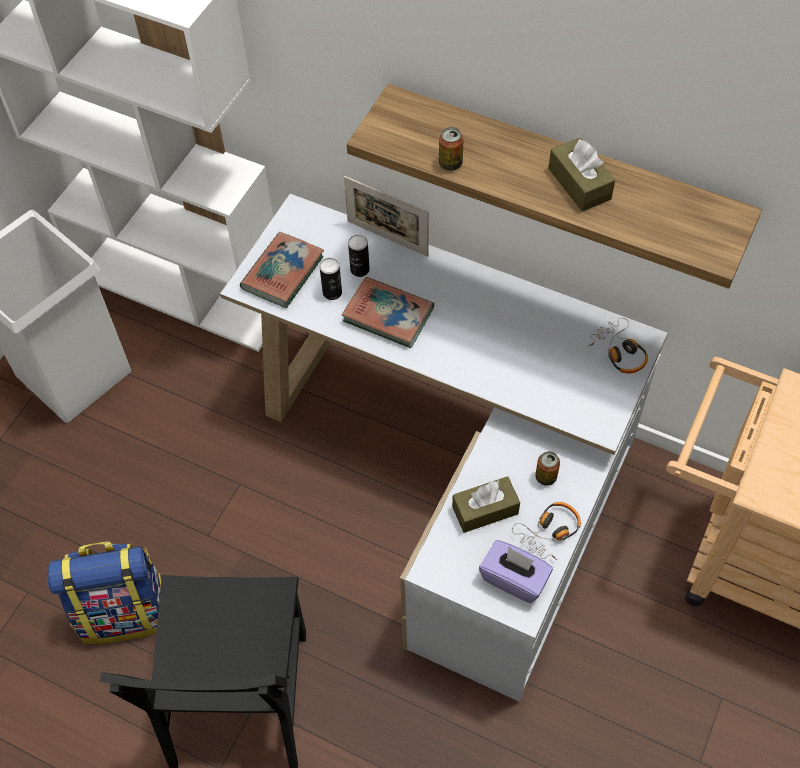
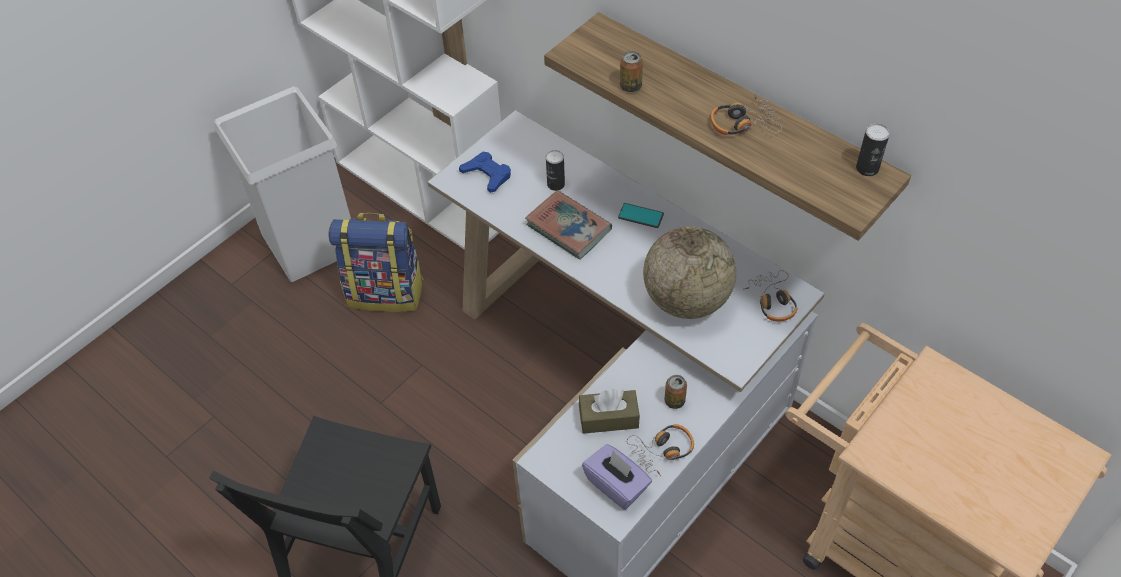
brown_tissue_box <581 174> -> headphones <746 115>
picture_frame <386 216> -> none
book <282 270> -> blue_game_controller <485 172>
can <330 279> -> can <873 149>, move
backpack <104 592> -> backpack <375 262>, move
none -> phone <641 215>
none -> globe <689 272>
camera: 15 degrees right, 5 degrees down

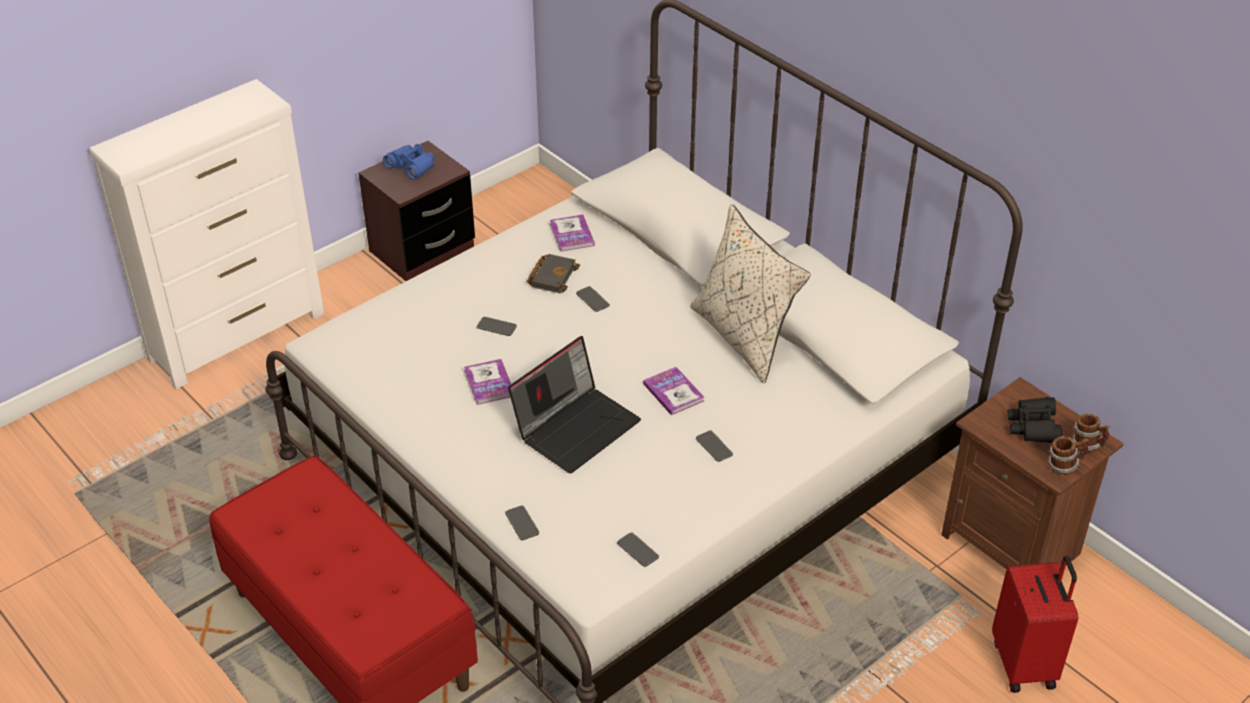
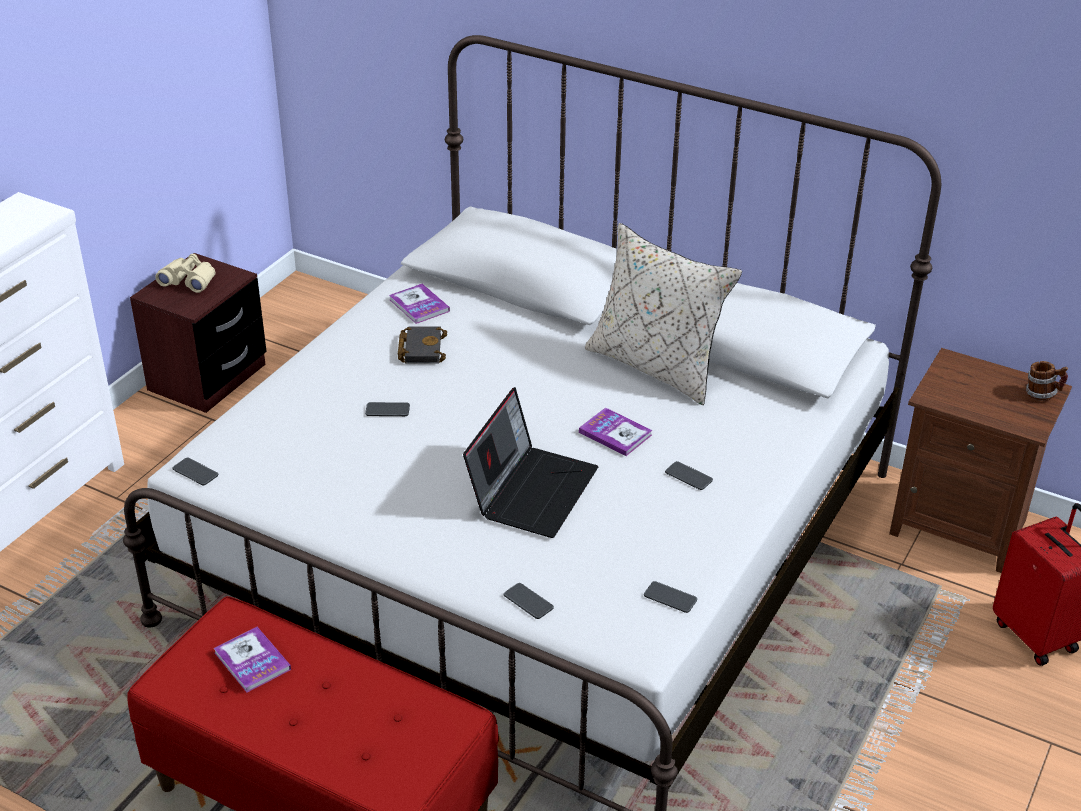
blue_binoculars <408 162> -> beige_binoculars <185 273>
phone <593 299> -> phone <195 471>, move
book <487 382> -> book <252 659>, move
black_binoculars <1034 420> -> none
mug <1068 455> -> none
camera: 20 degrees left, 5 degrees down

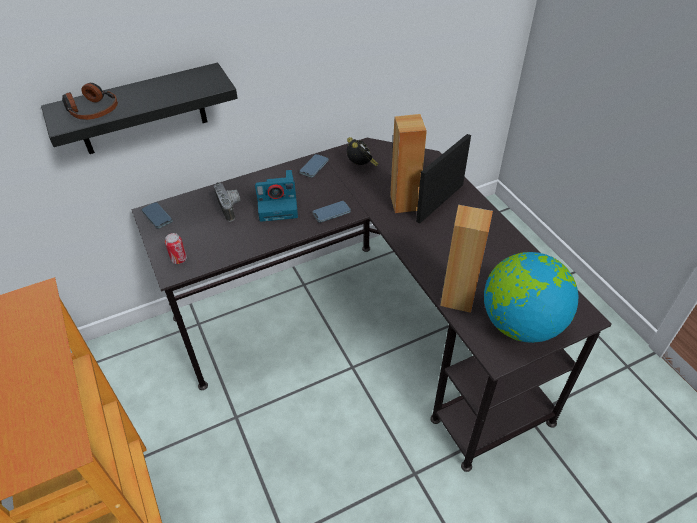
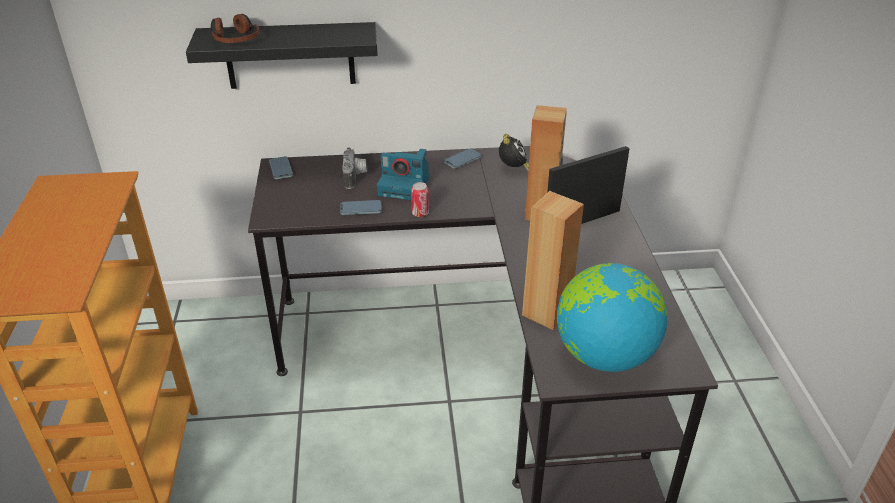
phone <331 212> -> phone <361 207>, move
can <176 248> -> can <420 199>, move
camera: 20 degrees right, 10 degrees down

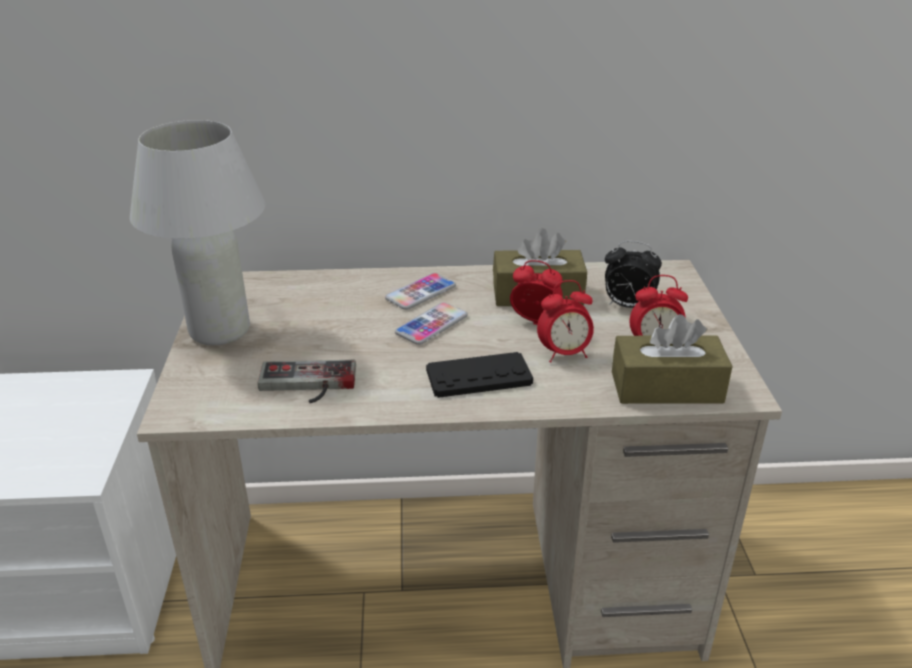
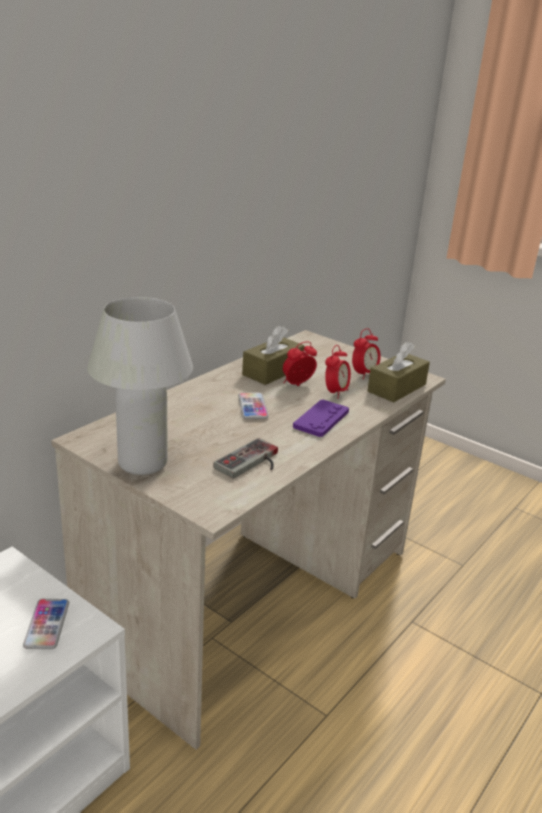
alarm_clock <633 274> -> none
phone <420 291> -> phone <46 624>, move
black_game_controller <479 375> -> purple_game_controller <321 418>
camera: 50 degrees left, 5 degrees down

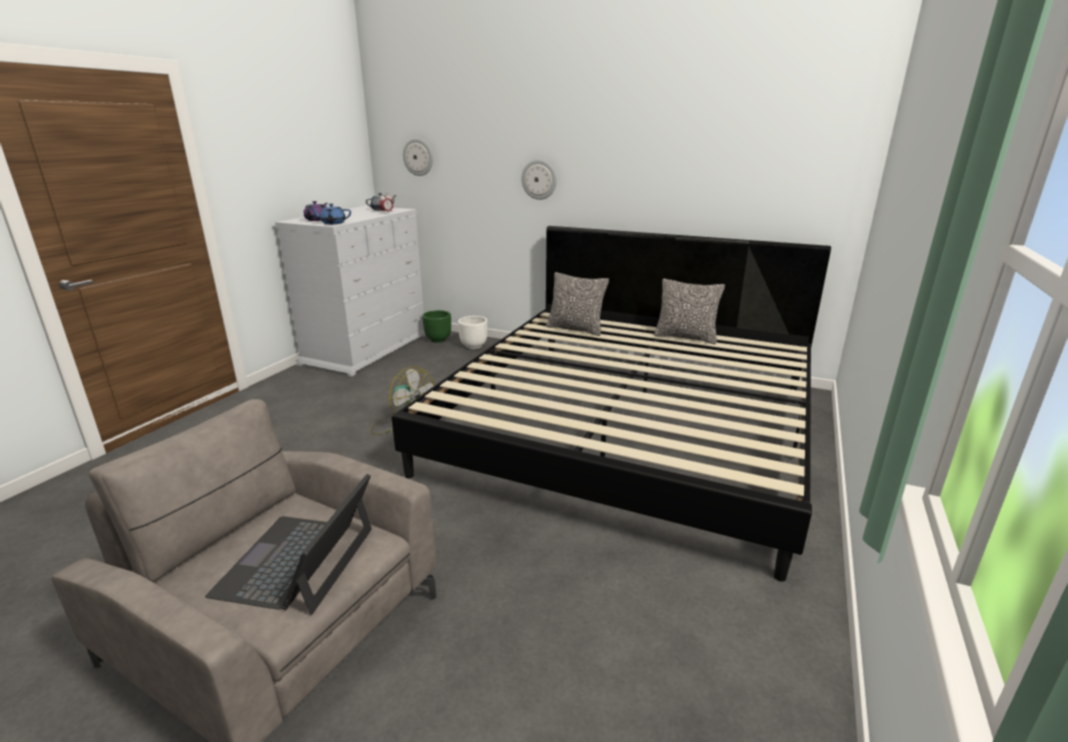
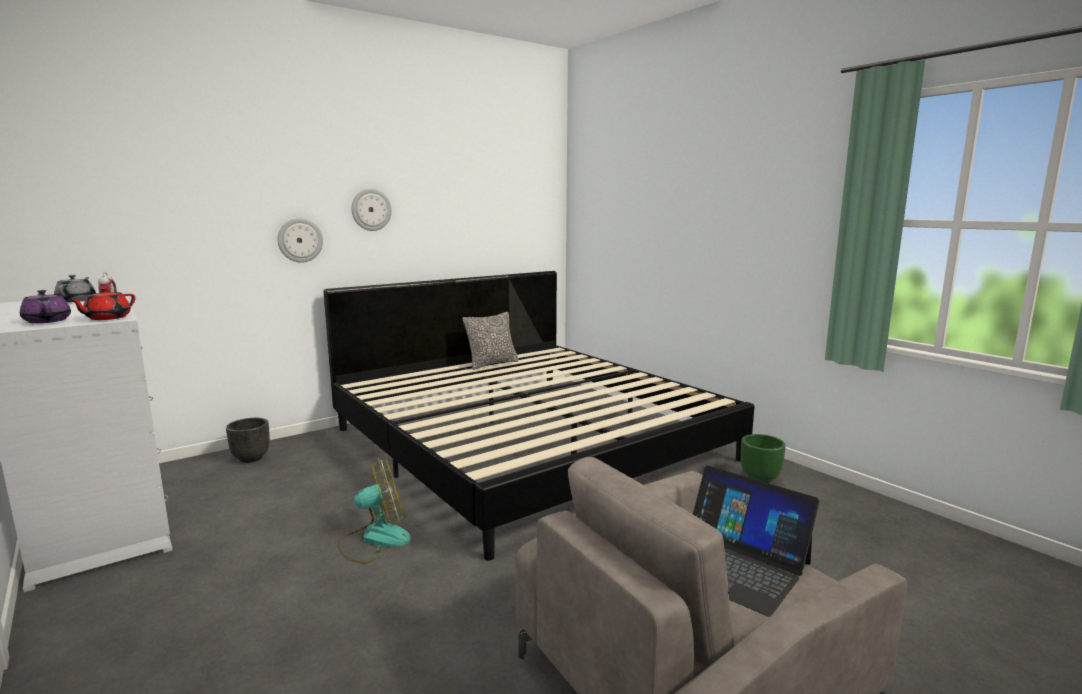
wall_clock <418 157> -> wall_clock <371 209>, move
blue_teapot <330 214> -> red_teapot <102 304>
pillow <577 304> -> none
green_planter <436 326> -> green_planter <763 458>, move
white_planter <473 332> -> black_planter <248 440>
camera: 60 degrees left, 10 degrees down

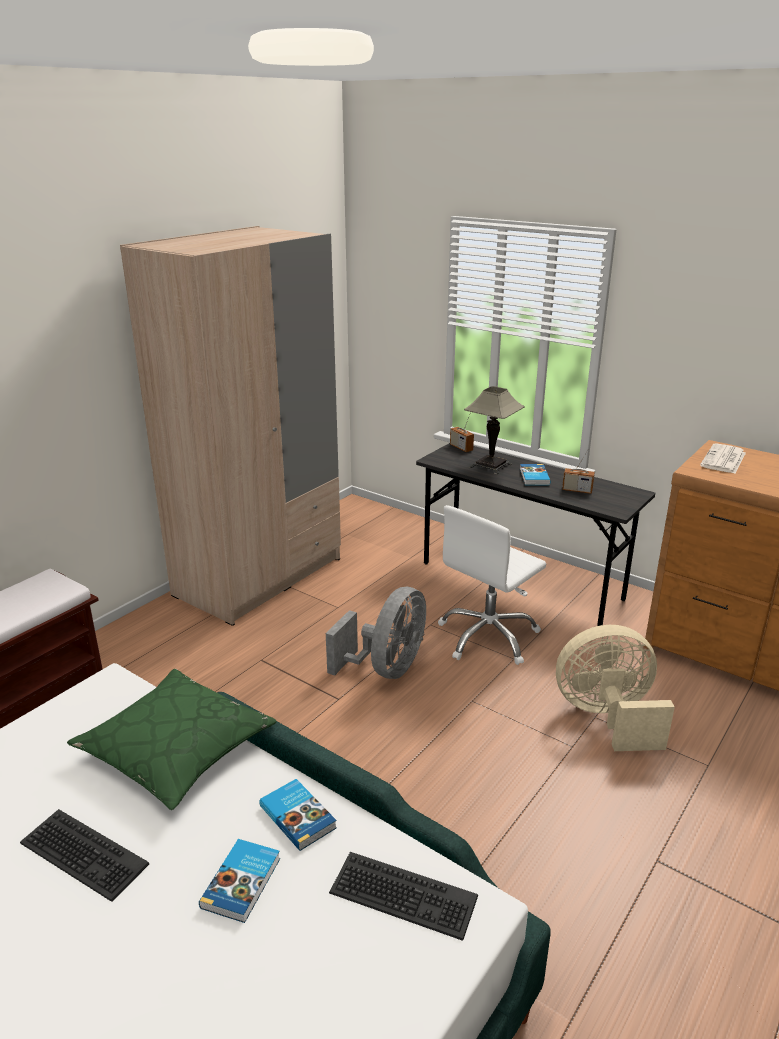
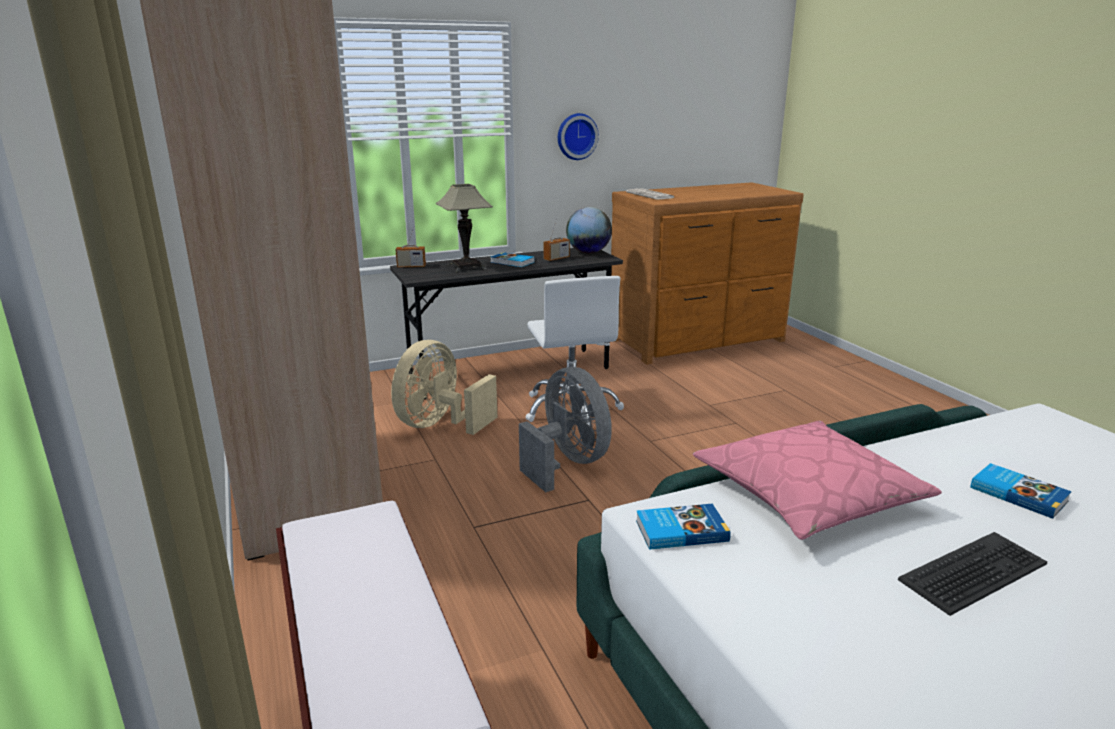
beige_fan <615 688> -> beige_fan <444 387>, move
green_pillow <172 739> -> pink_pillow <817 480>
book <298 815> -> book <683 527>, move
keyboard <403 896> -> none
none -> wall_clock <578 136>
none -> globe <589 230>
camera: 60 degrees left, 5 degrees down

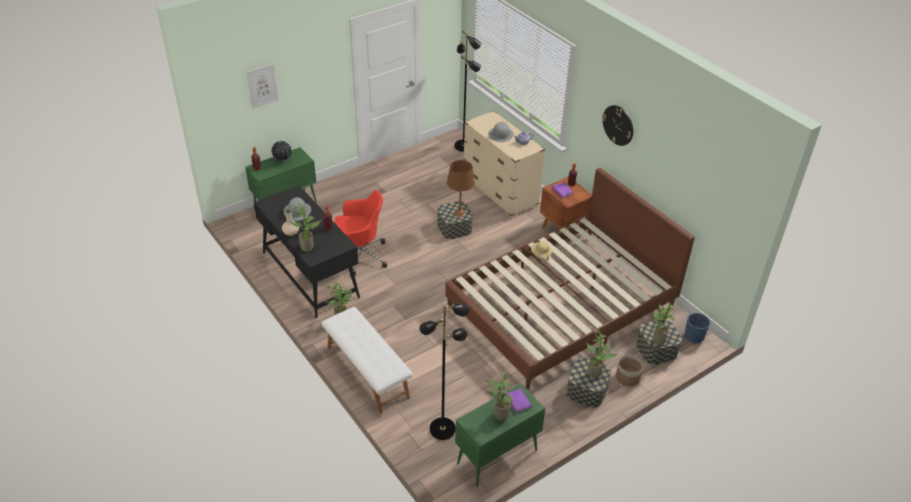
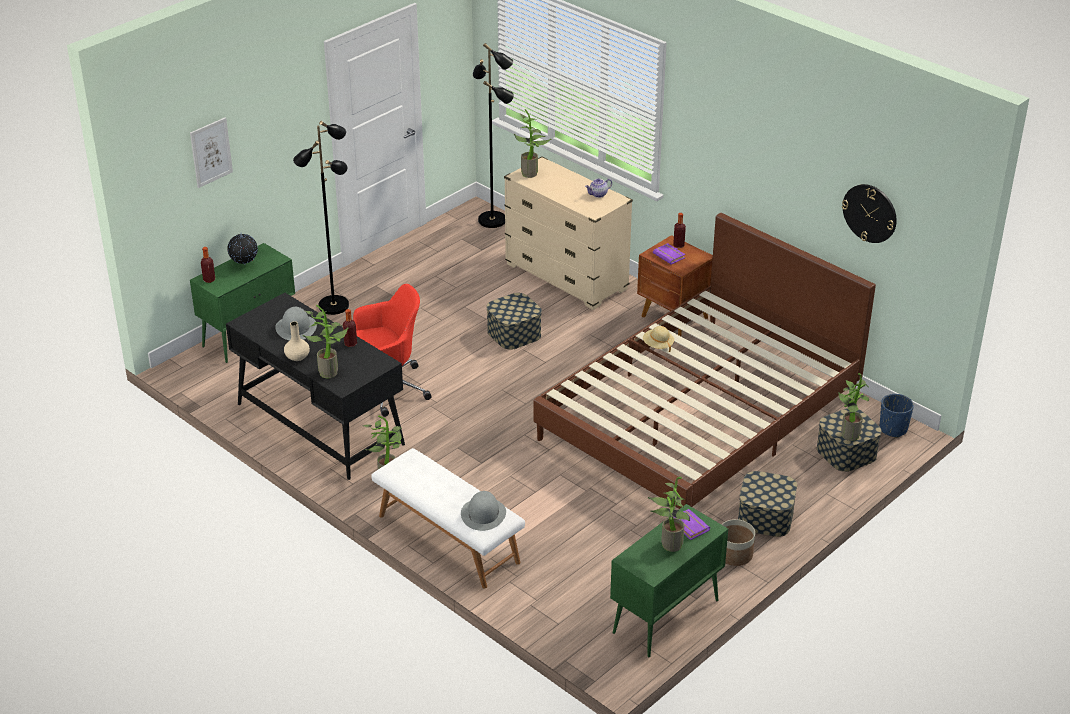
wall_clock <617 125> -> wall_clock <869 213>, move
grey_hat <501 132> -> grey_hat <483 511>, move
brown_table_lamp <461 188> -> none
black_floor_lamp <444 371> -> black_floor_lamp <321 218>, move
potted_plant <601 353> -> potted_plant <532 143>, move
planter <629 370> -> planter <738 542>, move
camera: 10 degrees left, 5 degrees down

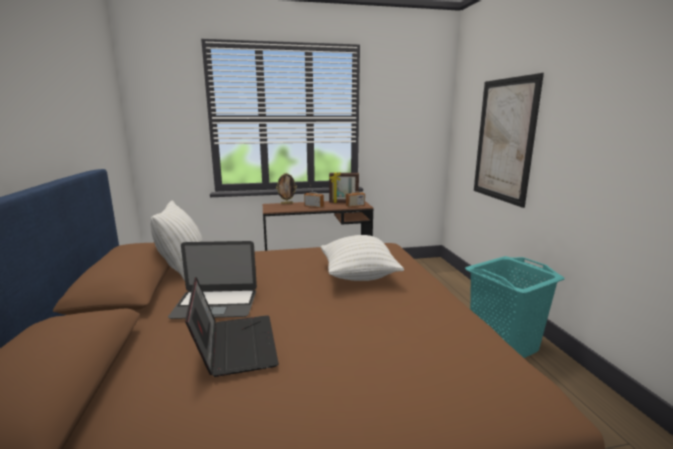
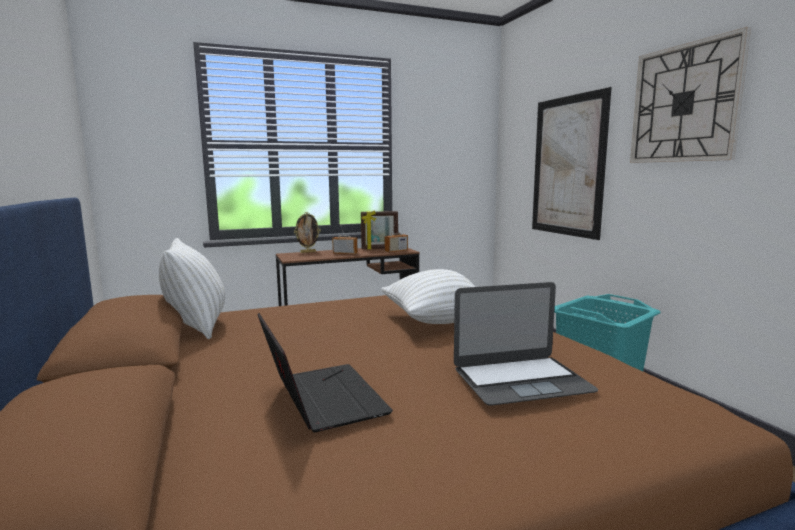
laptop <212 280> -> laptop <526 344>, move
none -> wall_clock <690 95>
camera: 10 degrees left, 5 degrees down

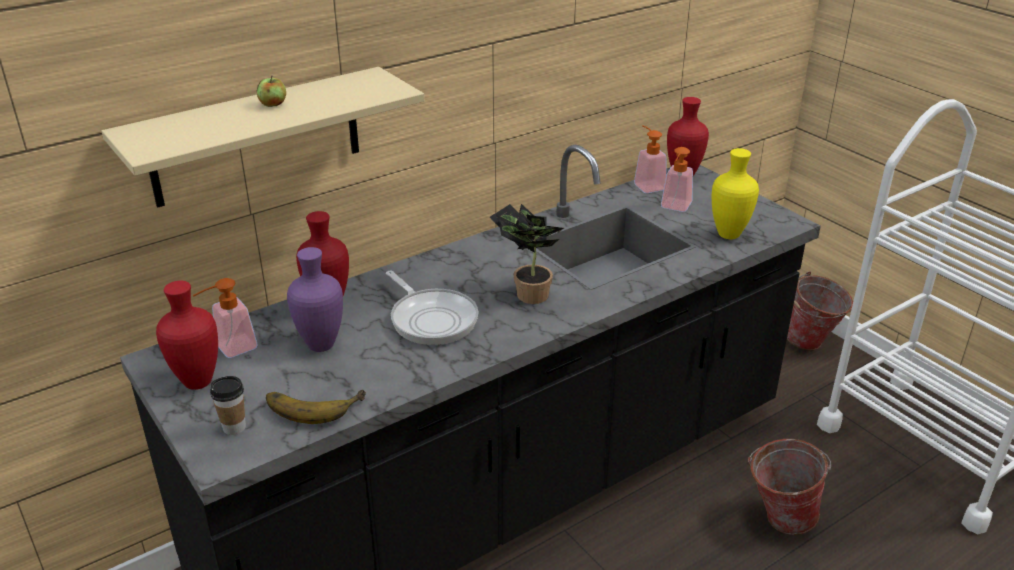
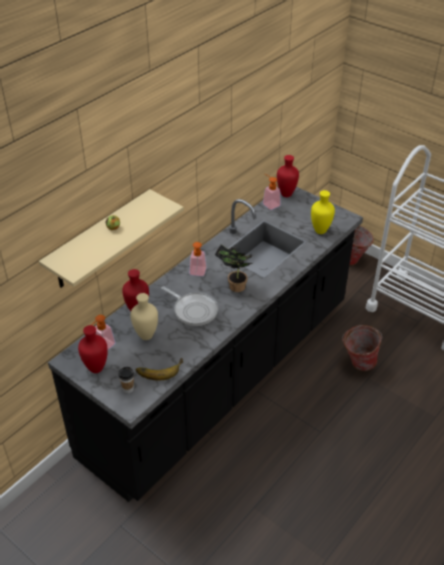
soap_dispenser <677 179> -> soap_dispenser <198 259>, move
purple_vase <315 299> -> beige_vase <144 316>
camera: 15 degrees left, 10 degrees up

